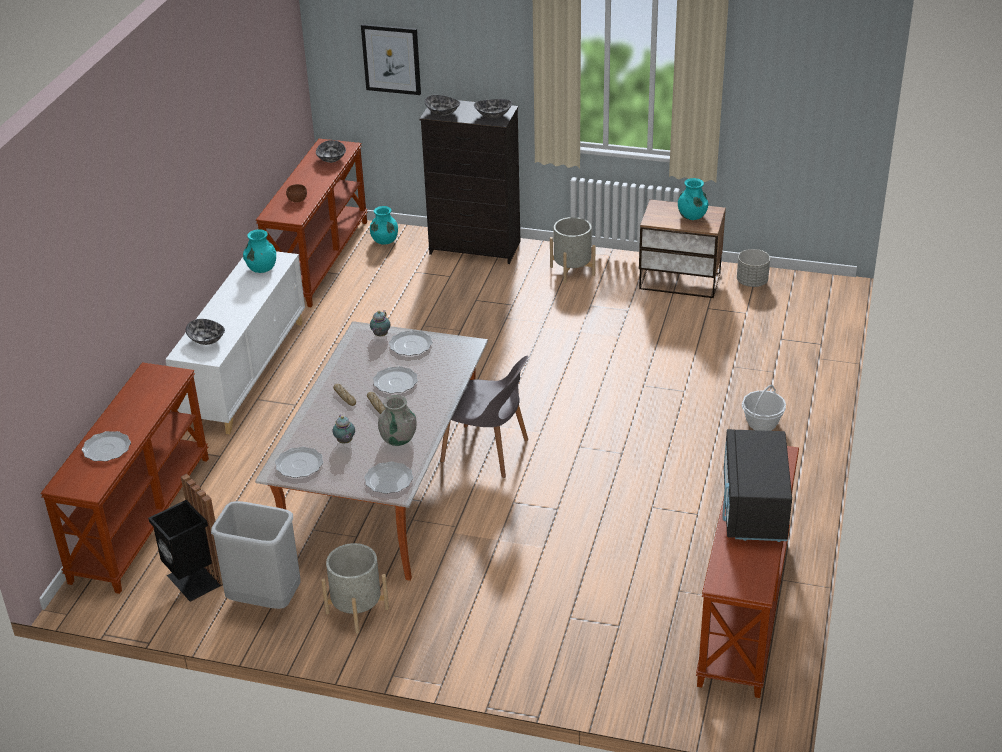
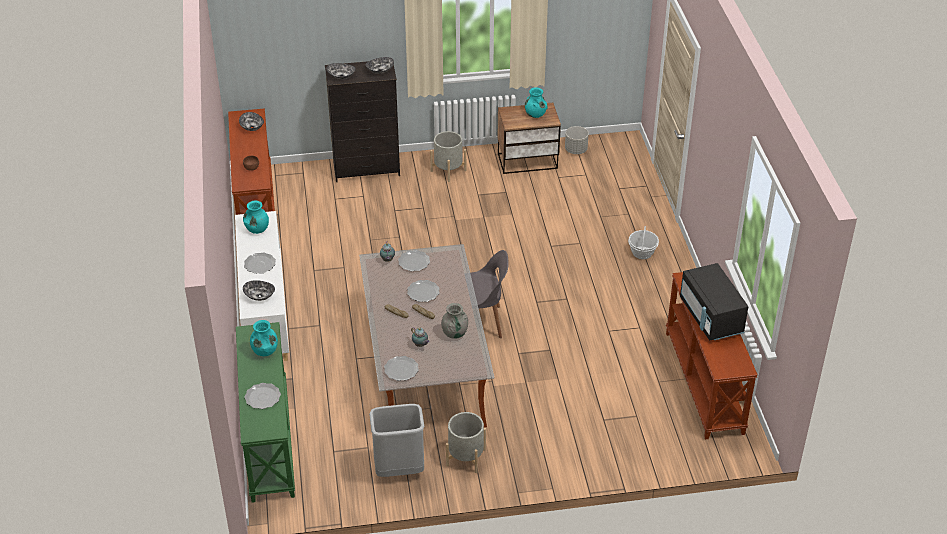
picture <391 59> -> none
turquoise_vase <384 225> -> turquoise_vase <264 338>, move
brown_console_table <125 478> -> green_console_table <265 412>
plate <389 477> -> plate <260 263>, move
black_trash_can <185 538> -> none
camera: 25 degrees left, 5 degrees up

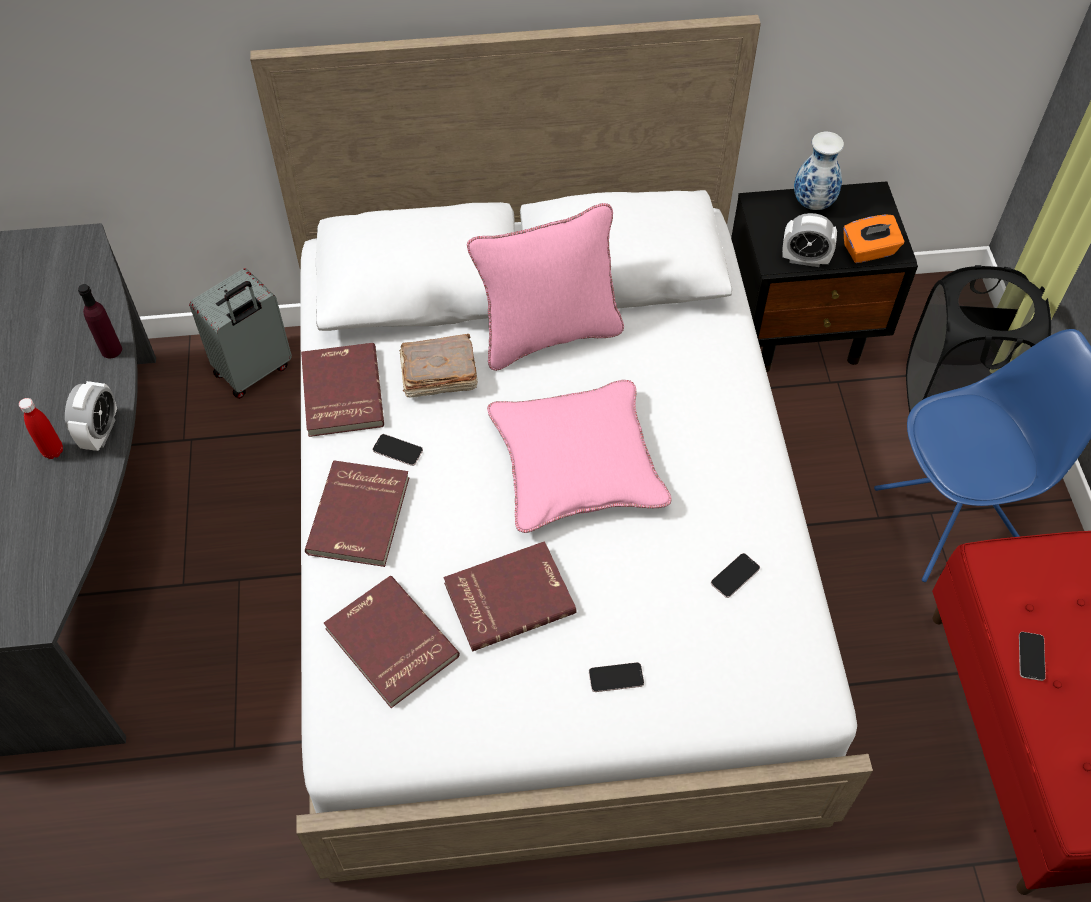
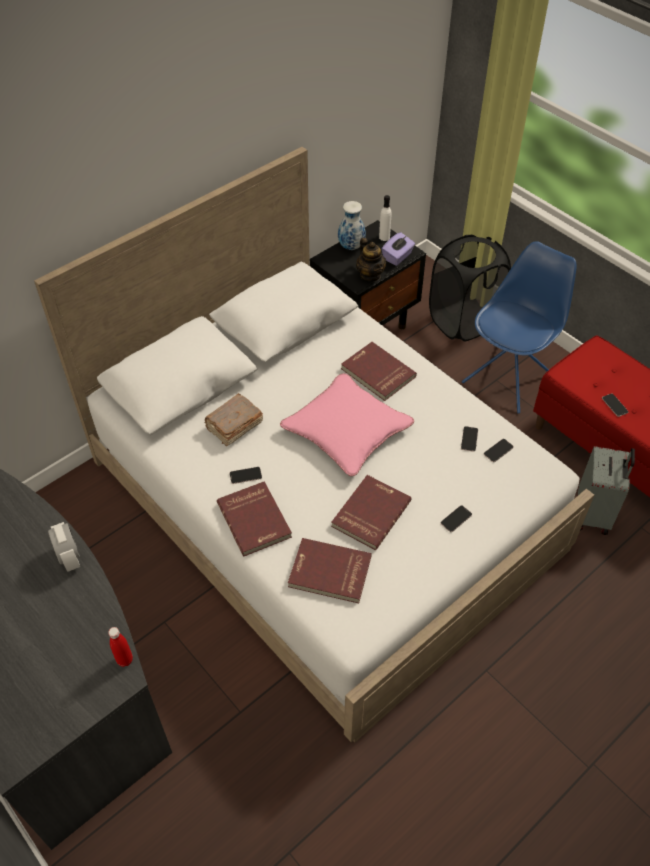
pink_pillow <545 287> -> none
alarm_clock <809 240> -> teapot <371 260>
orange_tissue_box <873 239> -> purple_tissue_box <398 249>
grey_suitcase <240 333> -> grey_suitcase <606 490>, move
purple_bottle <100 321> -> none
red_book <342 390> -> red_book <379 371>, move
red_bottle <41 428> -> red_bottle <120 647>, move
none -> white_bottle <385 218>
none -> phone <499 450>
camera: 35 degrees left, 5 degrees down

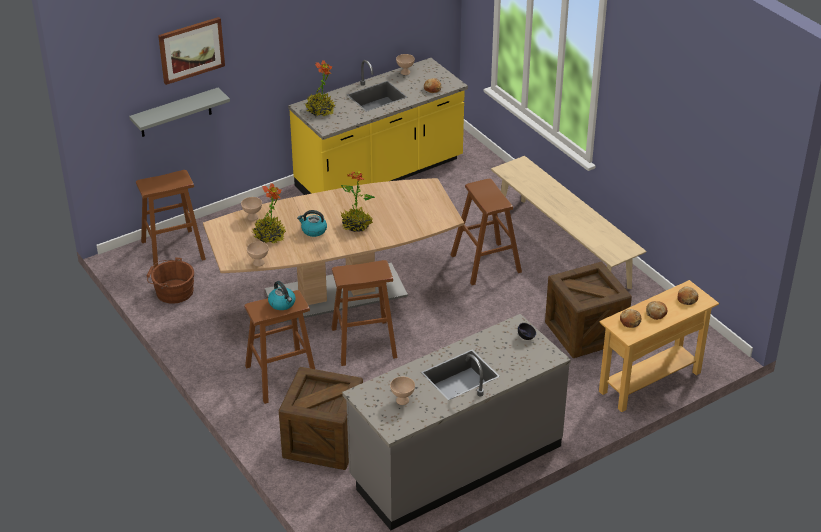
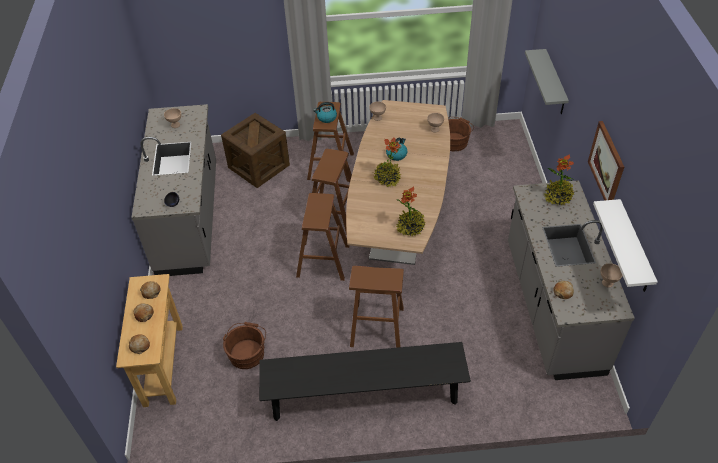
picture <191 51> -> picture <606 161>, move
yellow_counter <378 126> -> grey_counter <571 280>
beige_bench <569 222> -> black_bench <365 381>
brown_stool <171 219> -> brown_stool <323 237>, move
potted_plant <269 213> -> potted_plant <411 211>, move
crate <588 310> -> brown_bucket <244 345>
none -> white_shelf <625 245>
camera: 120 degrees right, 10 degrees up

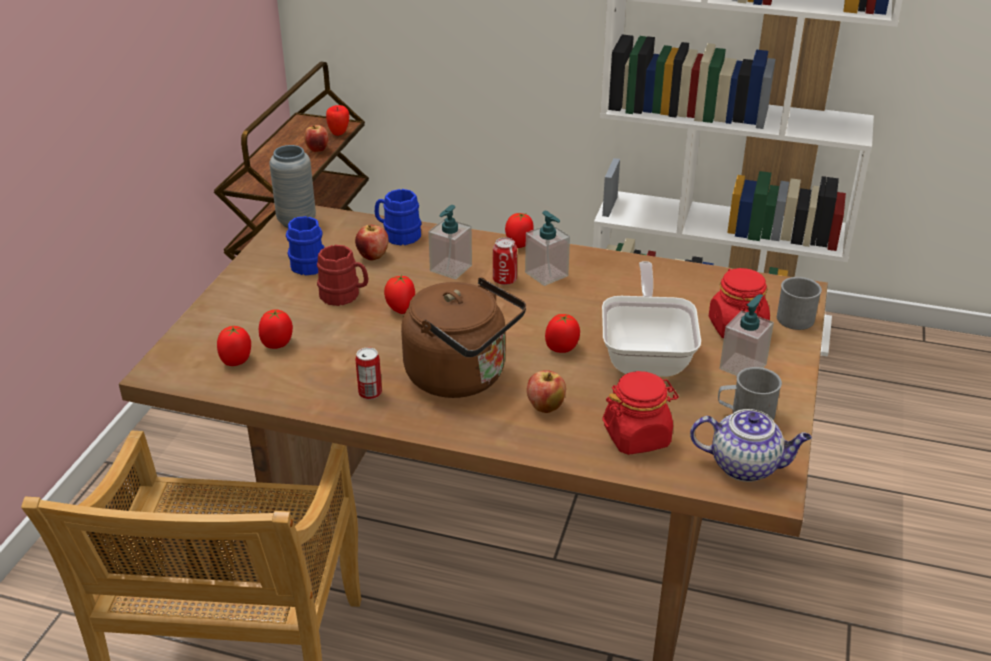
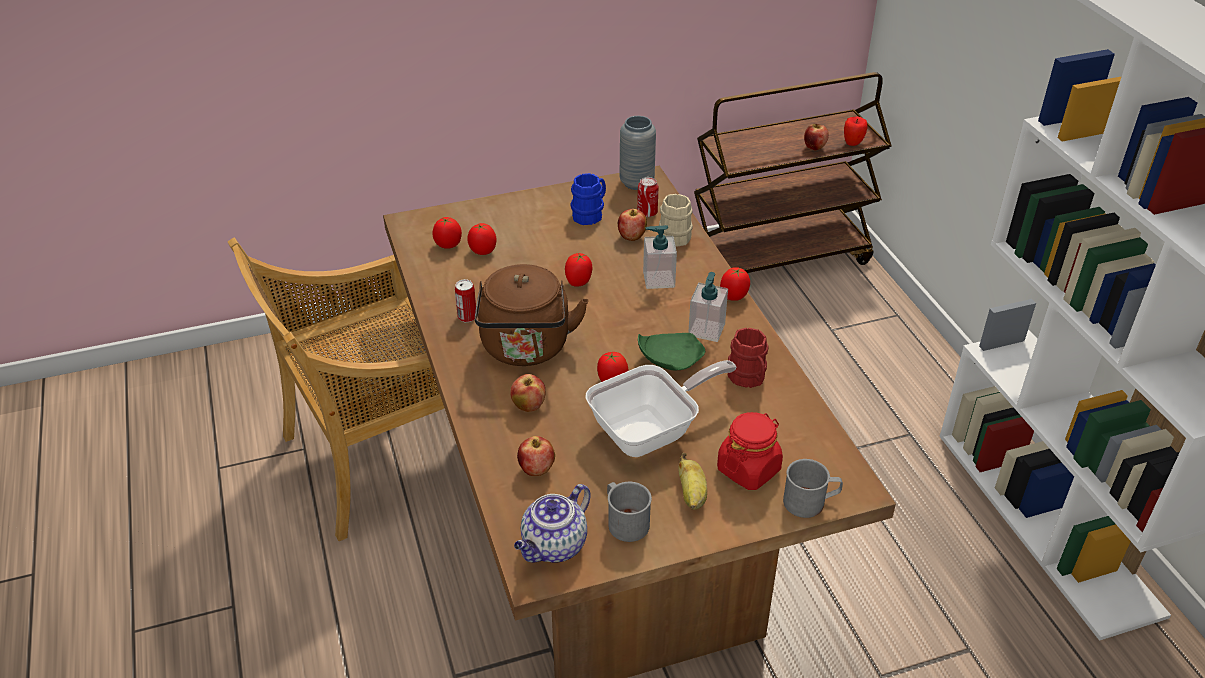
blue_mug <398 217> -> beige_mug <676 220>
can <505 261> -> can <647 197>, move
red_mug <342 275> -> red_mug <748 358>, move
soap_dispenser <746 335> -> banana <692 481>
red_jar <640 413> -> apple <536 456>
teapot <751 445> -> teapot <552 523>, 60 degrees clockwise
none -> green_plate <671 351>
camera: 55 degrees right, 5 degrees up

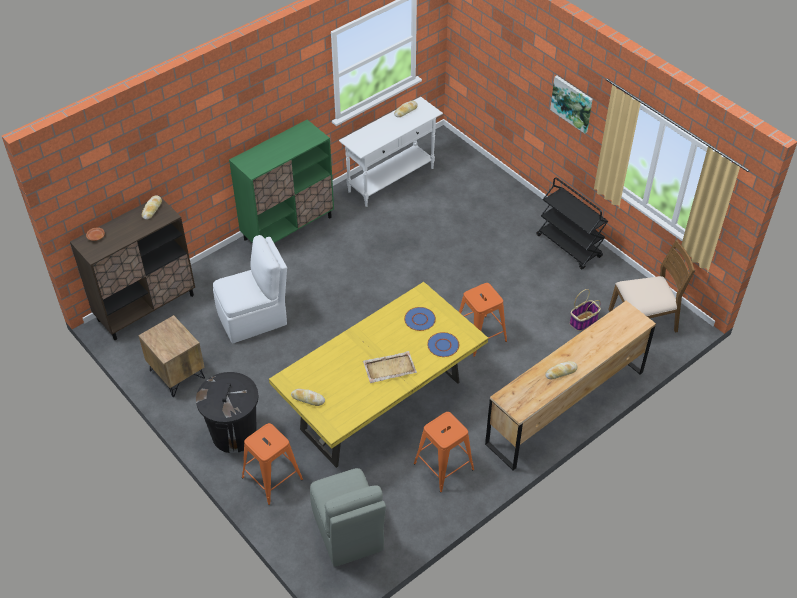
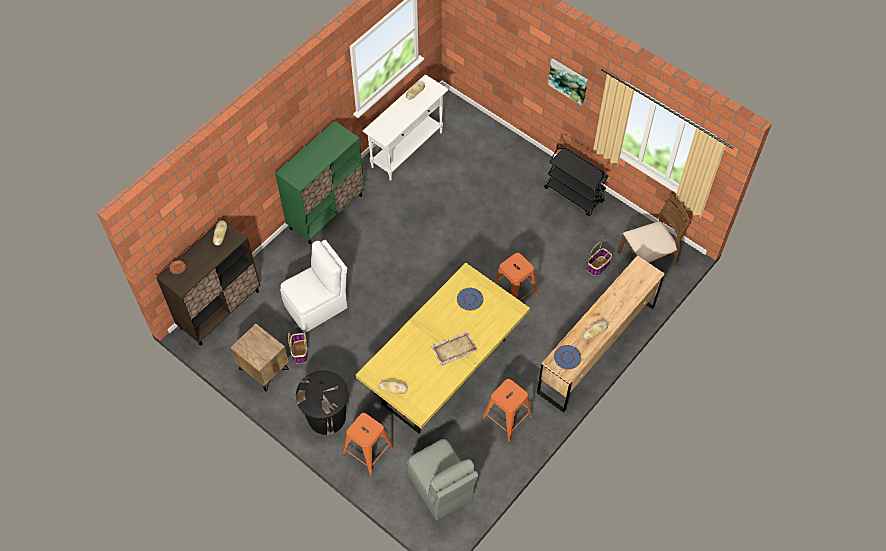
blue_plate <443 344> -> blue_plate <568 357>, move
none -> basket <298 347>
camera: 10 degrees left, 10 degrees up

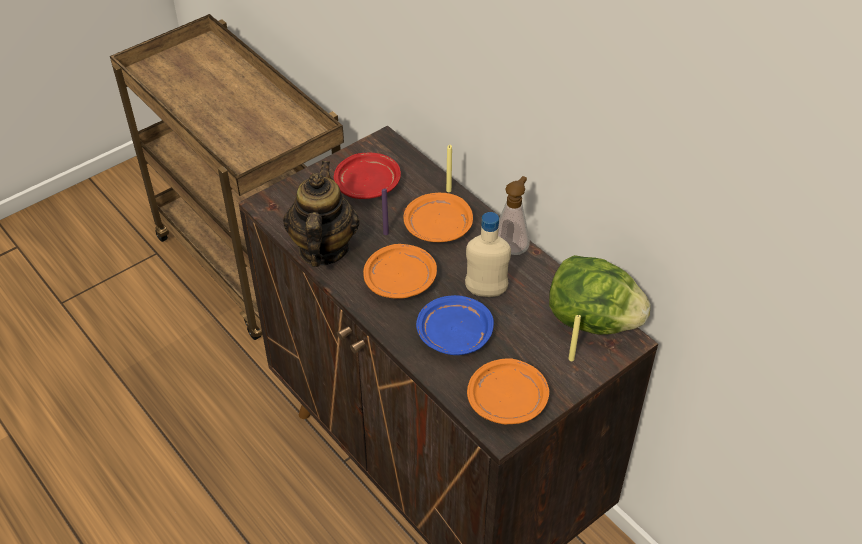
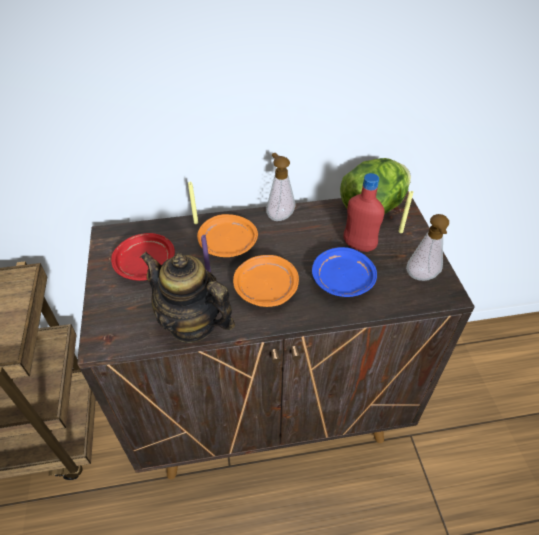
beige_bottle <488 254> -> none
orange_plate <508 391> -> soap_dispenser <427 247>
none -> red_bottle <364 212>
camera: 60 degrees left, 0 degrees up

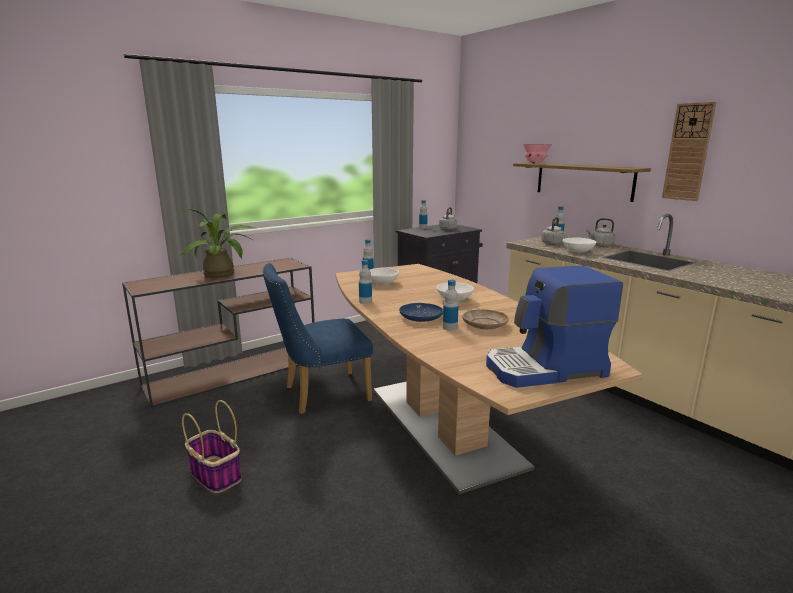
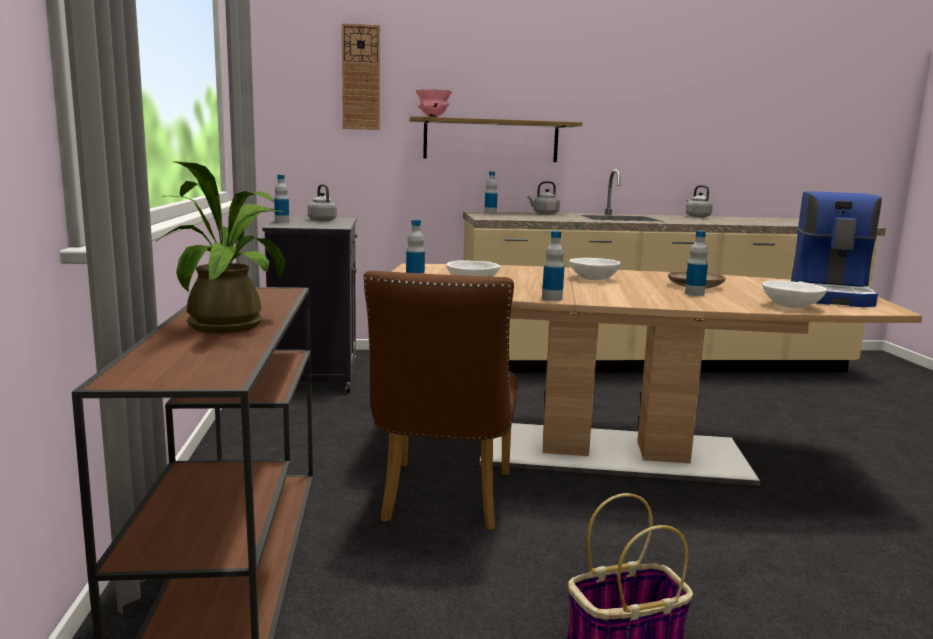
wall_clock <689 151> -> wall_clock <361 76>, move
grey_kettle <553 231> -> grey_kettle <699 201>, move
white_bowl <579 245> -> white_bowl <794 294>, move
blue_chair <318 338> -> brown_chair <441 401>
blue_plate <421 312> -> none
camera: 60 degrees left, 5 degrees down

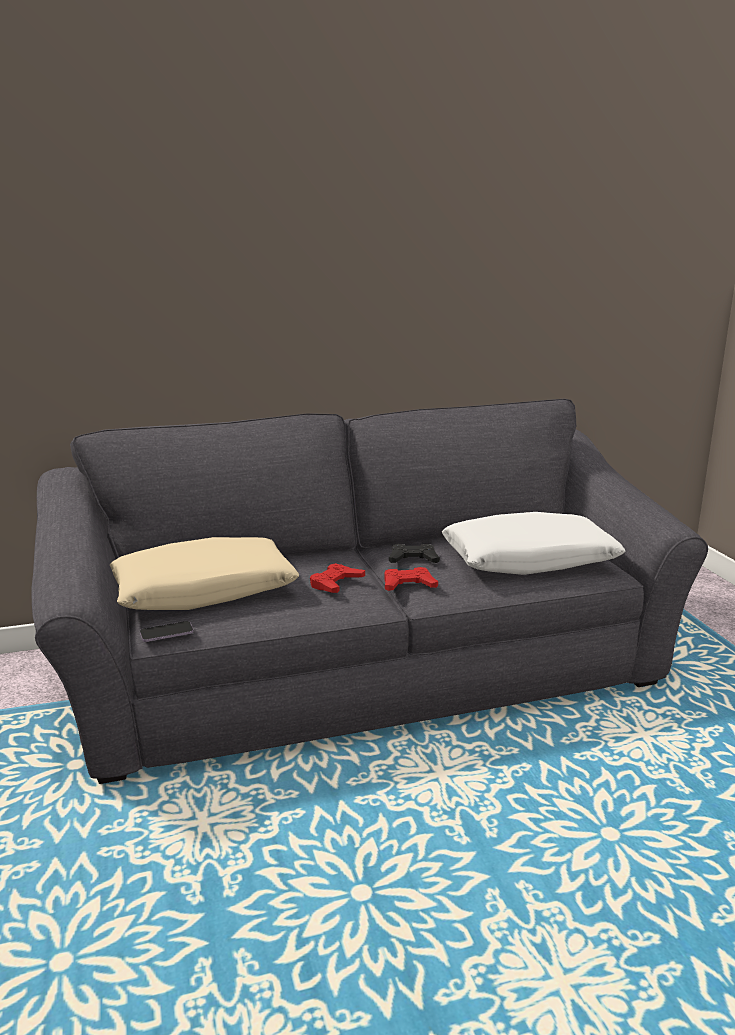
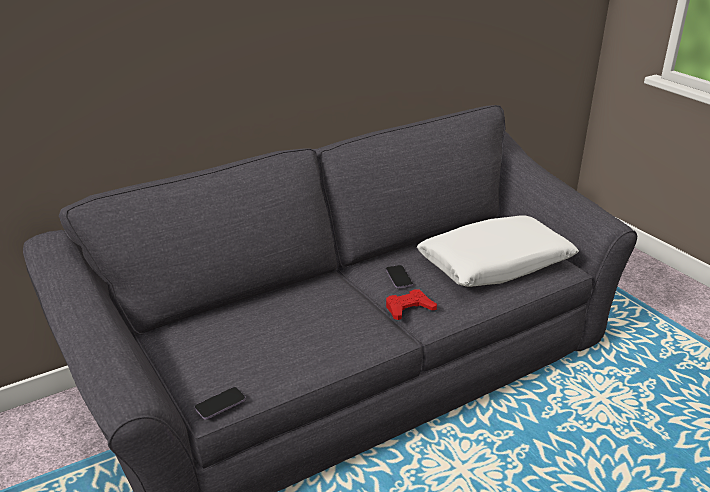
beige_pillow <204 573> -> none
black_game_controller <414 553> -> phone <399 276>
red_game_controller <337 578> -> none
camera: 15 degrees left, 10 degrees up

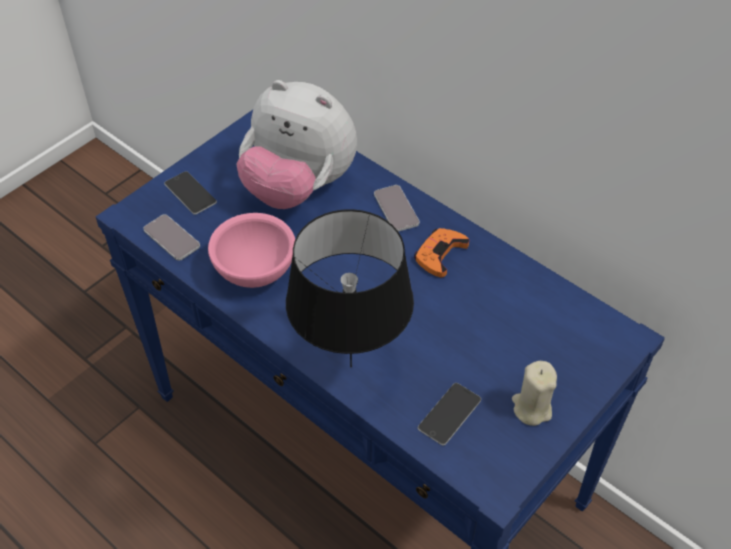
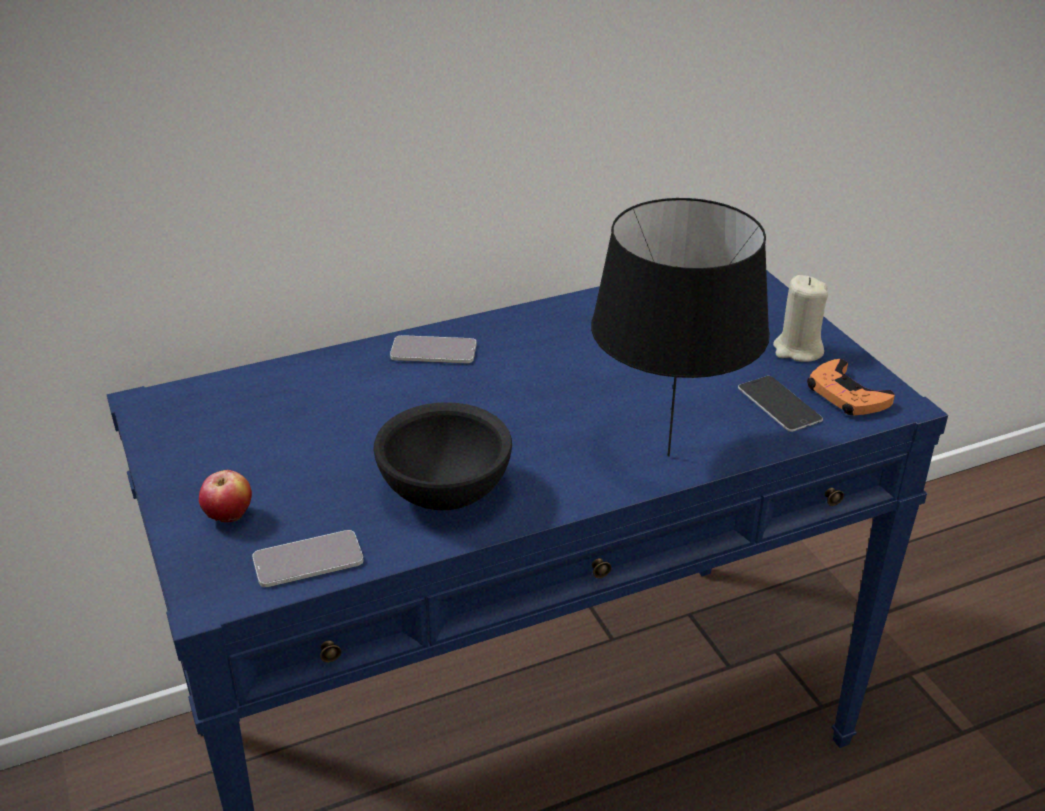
plush_toy <297 144> -> none
phone <190 193> -> apple <225 496>
pink_bowl <251 250> -> black_bowl <442 456>
orange_game_controller <441 253> -> orange_game_controller <851 387>, move
camera: 65 degrees left, 15 degrees down

